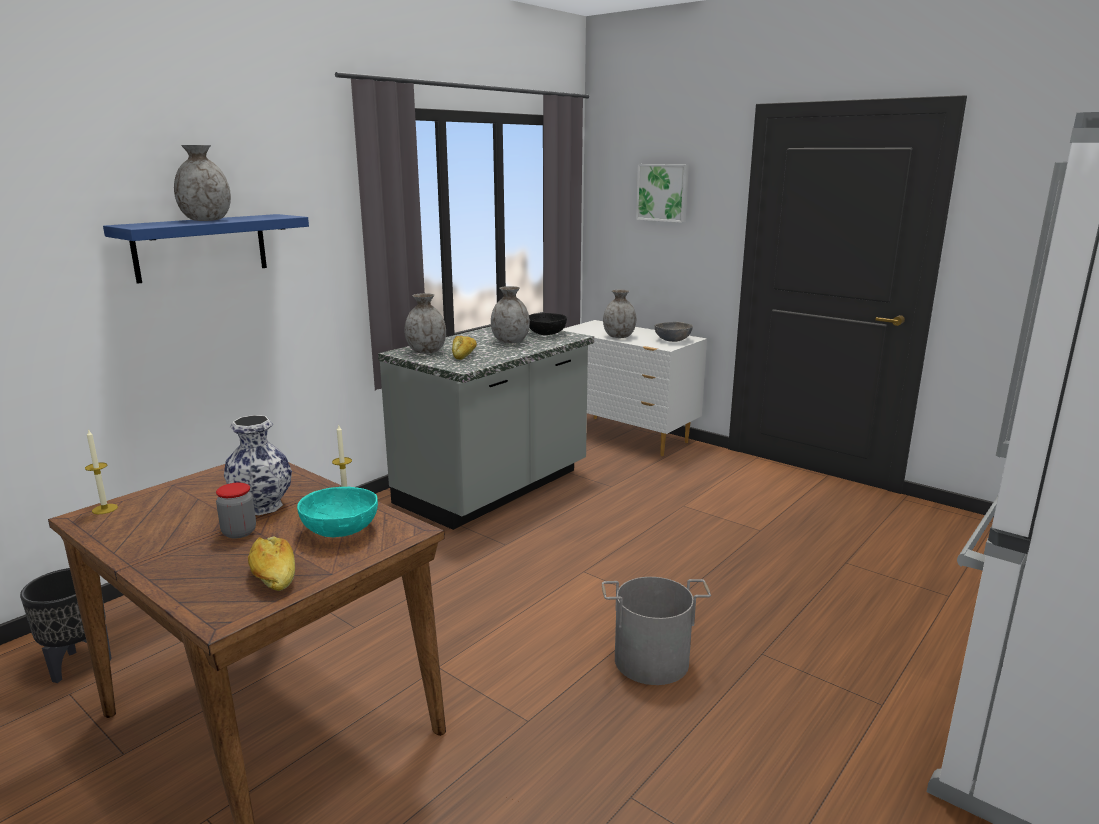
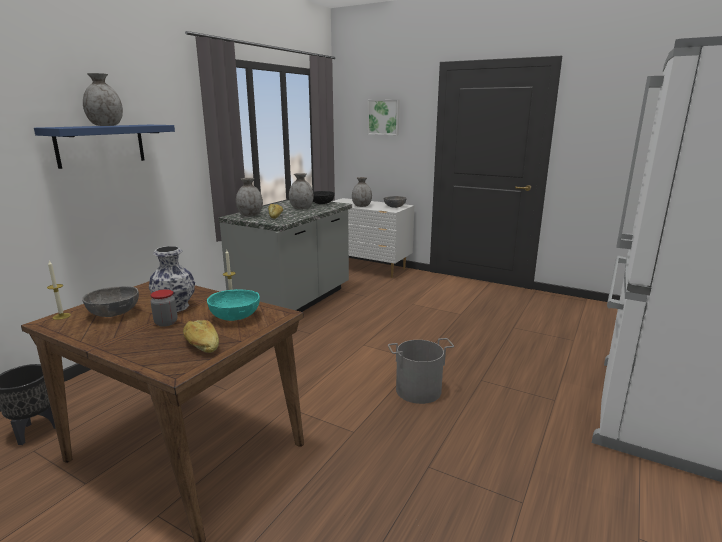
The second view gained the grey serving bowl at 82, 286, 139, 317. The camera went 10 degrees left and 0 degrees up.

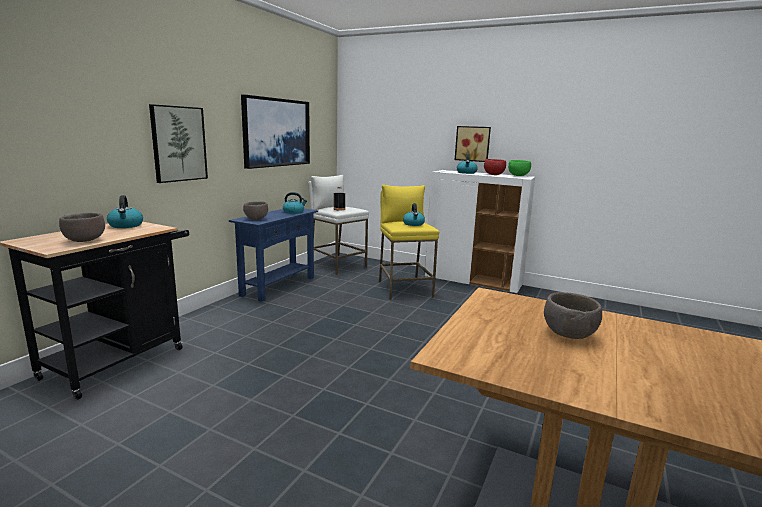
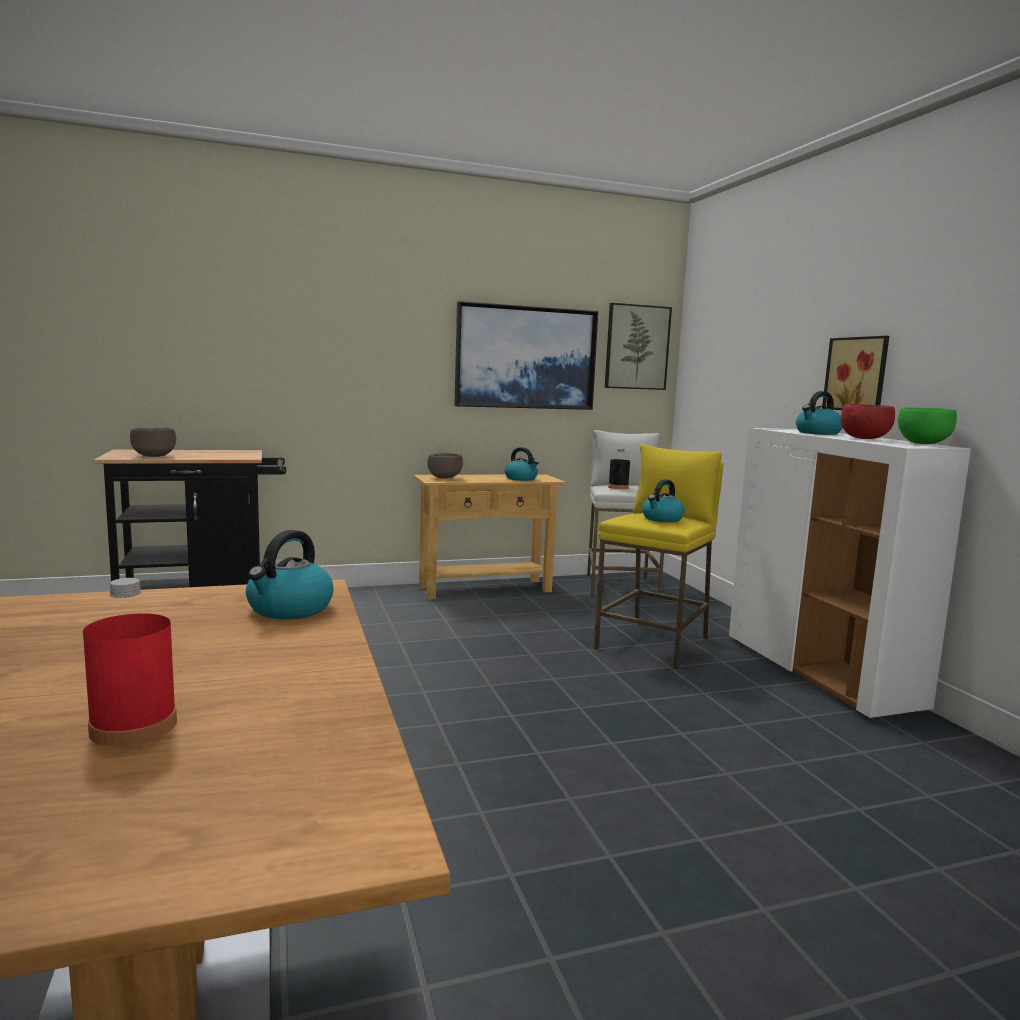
The wall picture ended up elsewhere, having gone from 149, 104, 208, 183 to 605, 303, 672, 390. The water kettle ended up elsewhere, having gone from 107, 195, 143, 228 to 246, 530, 333, 619. What was the blue hall table at 229, 209, 318, 302 turned into the beige-coloured hall table at 413, 474, 566, 600. The second view lost the brownish serving bowl at 544, 292, 602, 339. The second view gained the red-coloured drink bottle at 83, 578, 177, 747. The camera went 45 degrees right and 5 degrees down.

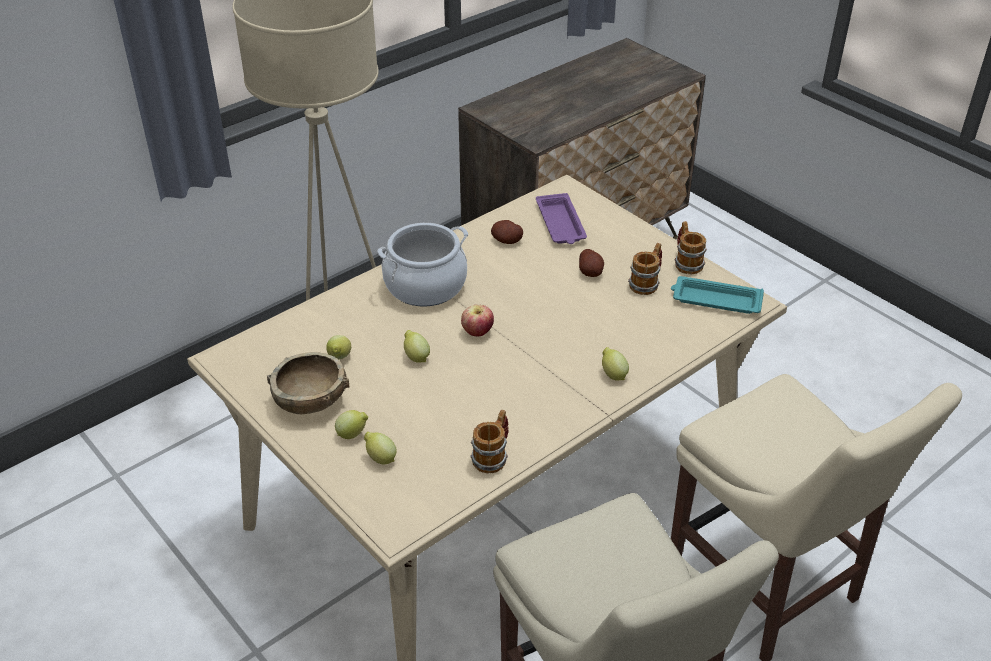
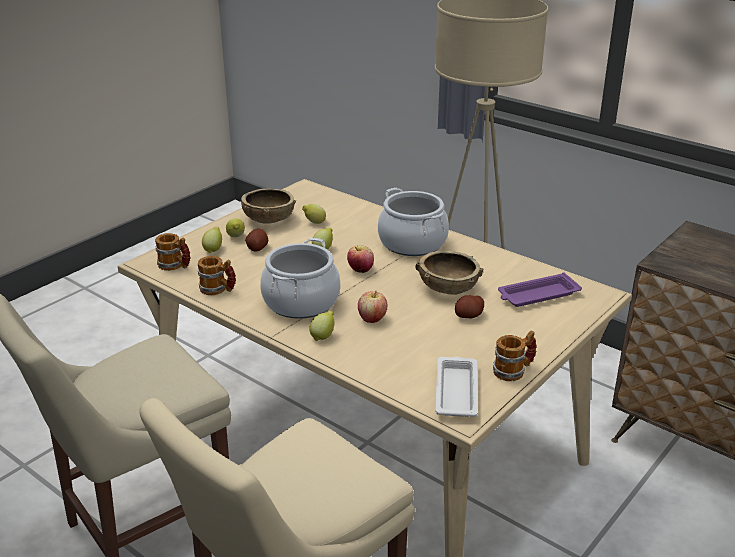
The potato ended up elsewhere, having gone from 491, 220, 523, 244 to 245, 229, 268, 252. The mug ended up elsewhere, having gone from 628, 243, 662, 295 to 155, 233, 191, 271. What was the turquoise-coloured serving tray at 671, 276, 764, 314 turned into the whitish serving tray at 435, 356, 478, 417. The second view gained the saucepot at 260, 238, 340, 319. The second view gained the brownish serving bowl at 415, 251, 483, 295. The second view gained the apple fruit at 358, 290, 387, 323. The camera went 80 degrees right and 10 degrees down.

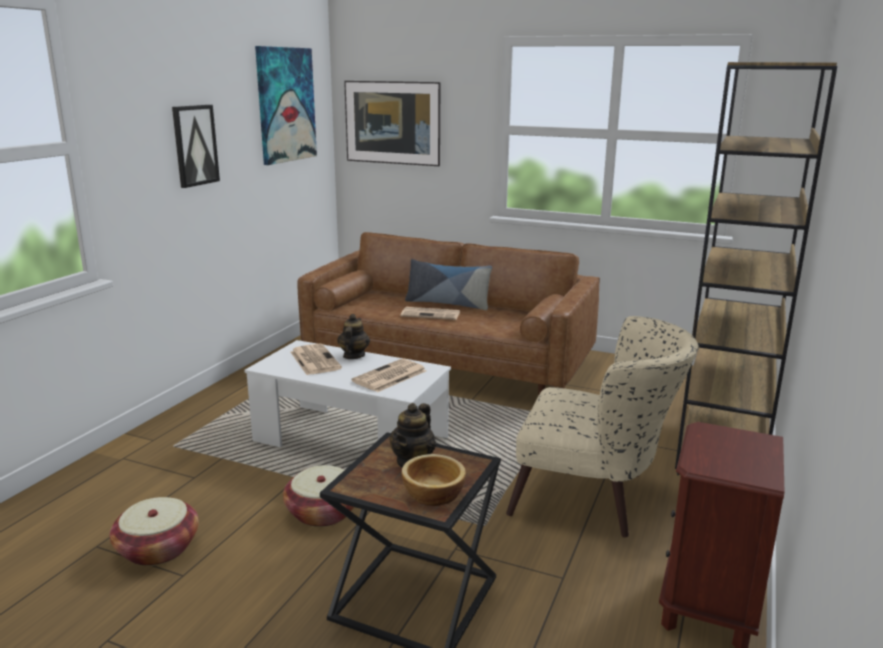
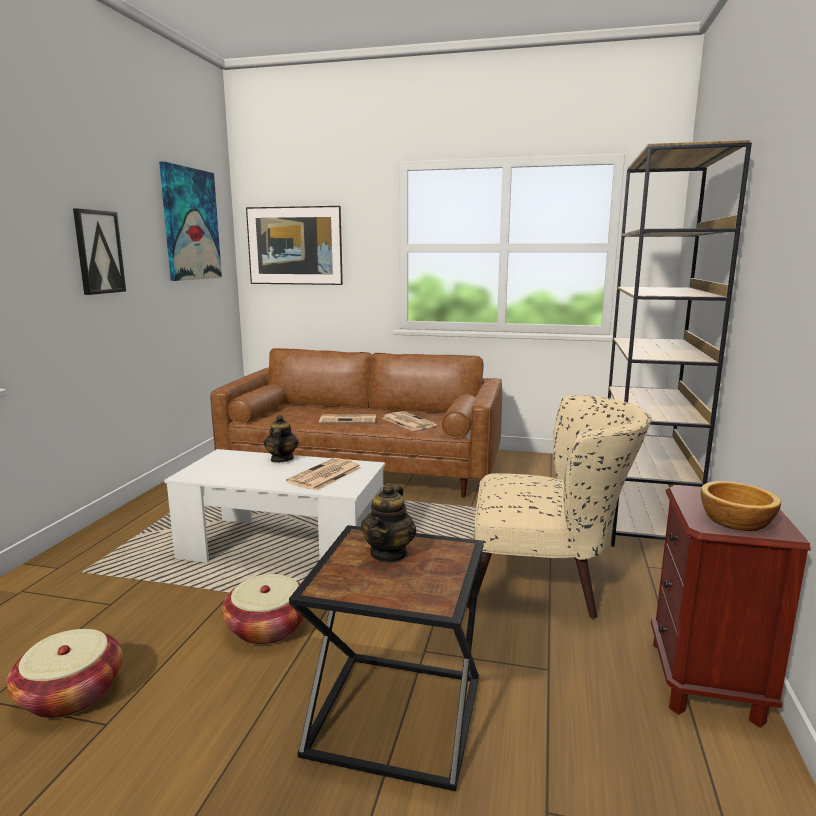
The second view lost the throw pillow at 405, 259, 492, 310. The printed paper ended up elsewhere, having gone from 291, 344, 342, 375 to 382, 411, 437, 431. The serving bowl ended up elsewhere, having gone from 401, 454, 466, 506 to 701, 481, 781, 531. The camera went 10 degrees left and 5 degrees down.

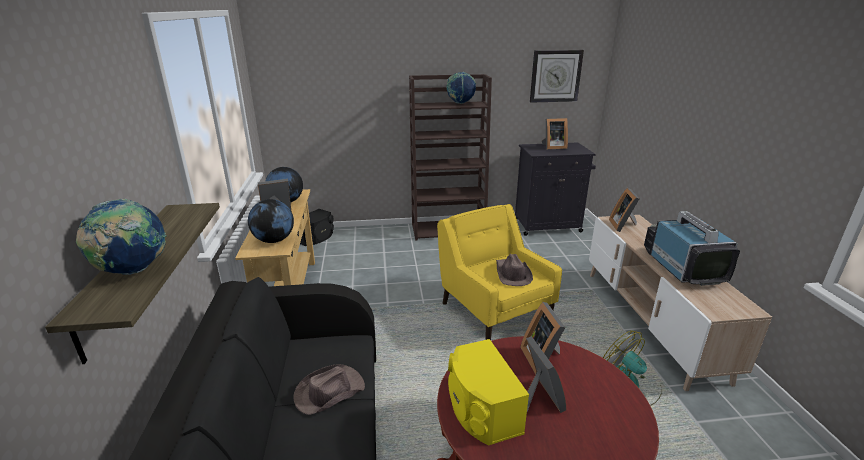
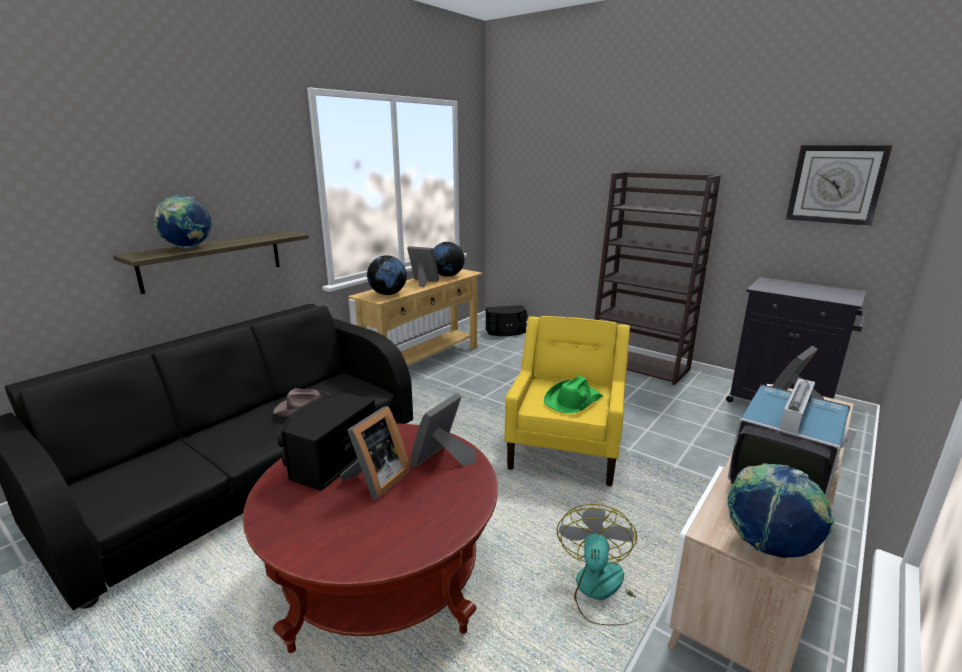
The globe ended up elsewhere, having gone from 446, 72, 476, 104 to 727, 463, 834, 558. The second view lost the standing frame at 542, 118, 568, 150. What was the brownish hat at 496, 254, 533, 286 turned into the green hat at 544, 376, 604, 413. What was the yellow speaker at 448, 339, 529, 446 turned into the blackish speaker at 278, 392, 375, 491. The camera went 45 degrees right and 5 degrees down.

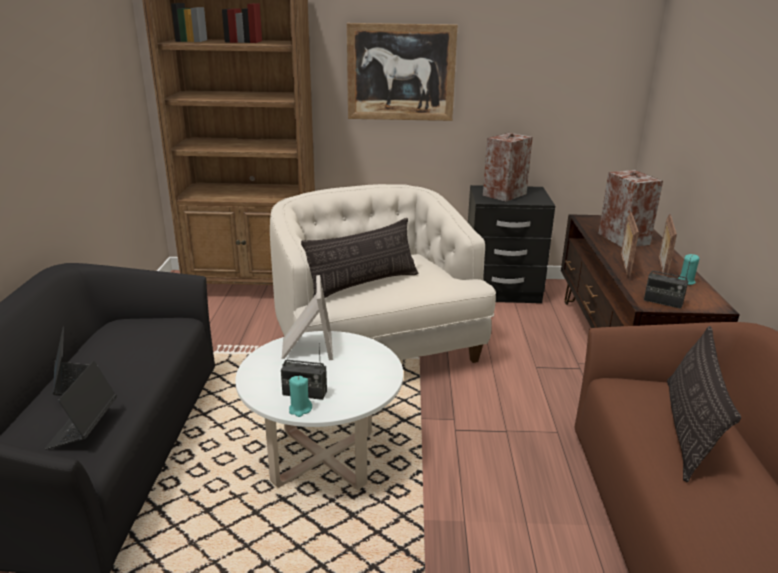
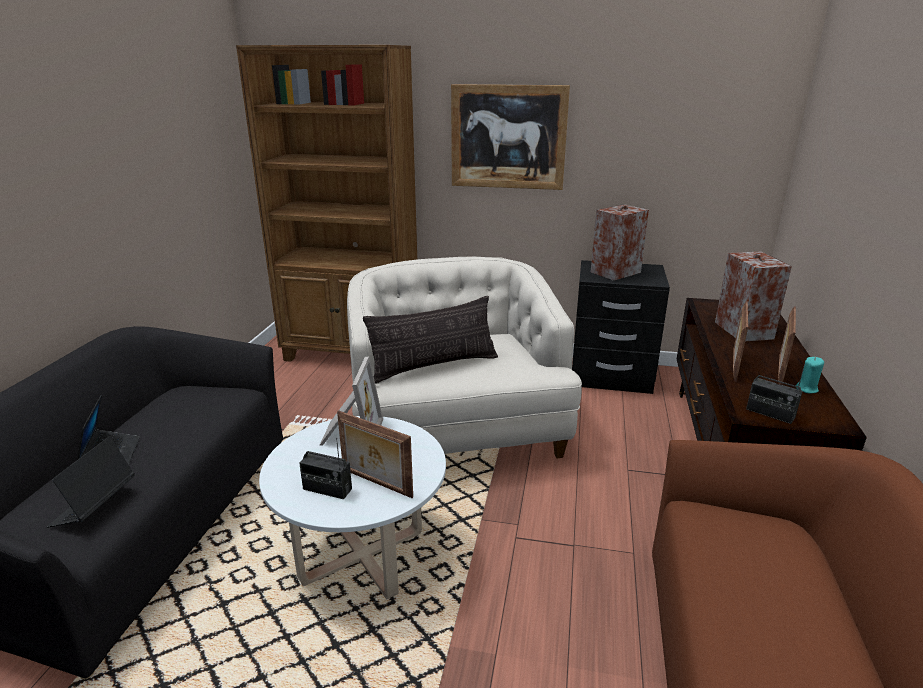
The second view lost the throw pillow at 667, 326, 741, 482. The second view lost the turquoise-coloured wax light at 289, 376, 312, 417. The second view gained the standing frame at 337, 410, 413, 498. The camera went 10 degrees right and 0 degrees up.

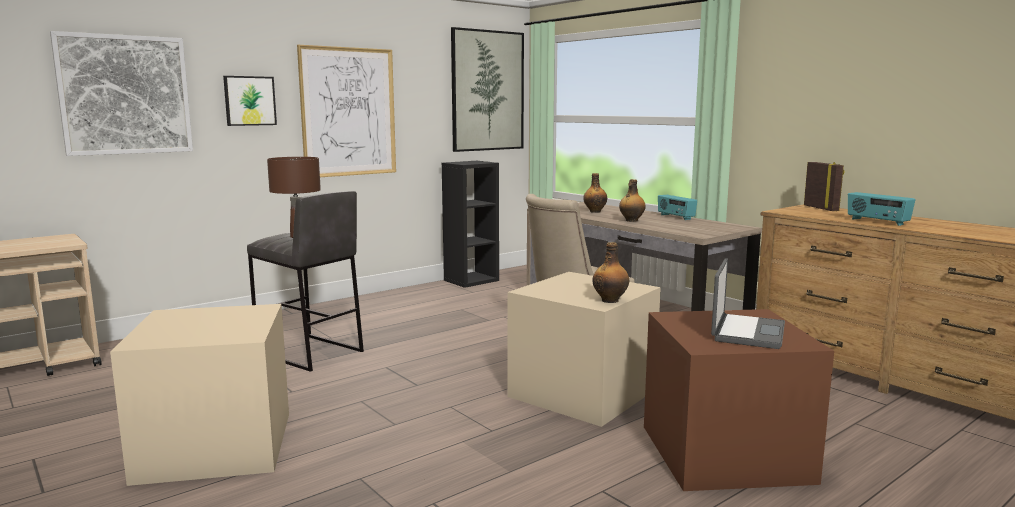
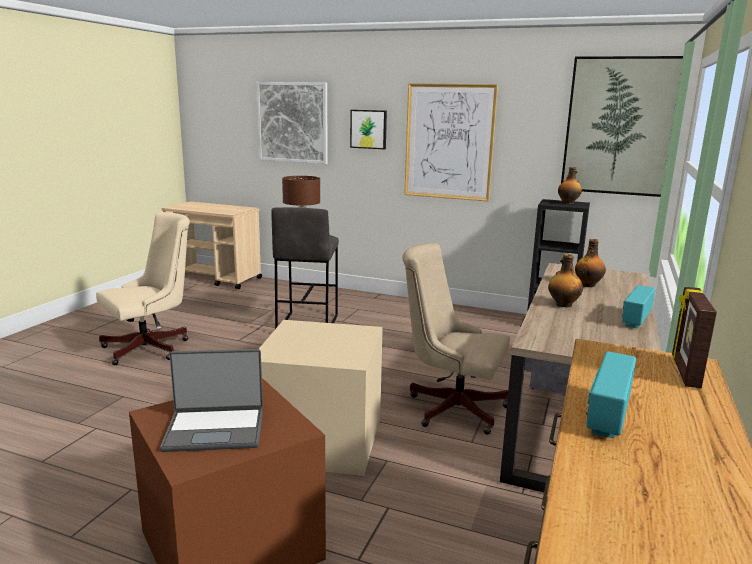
The standing frame at 804, 162, 845, 211 ended up facing another way, 150 degrees clockwise from before. The drink bottle ended up elsewhere, having gone from 592, 242, 629, 303 to 558, 167, 582, 204. Where the beige-coloured storage container stood at 110, 304, 289, 486, the beige-coloured office chair came to stand at 96, 212, 190, 365. The camera went 60 degrees right and 5 degrees up.

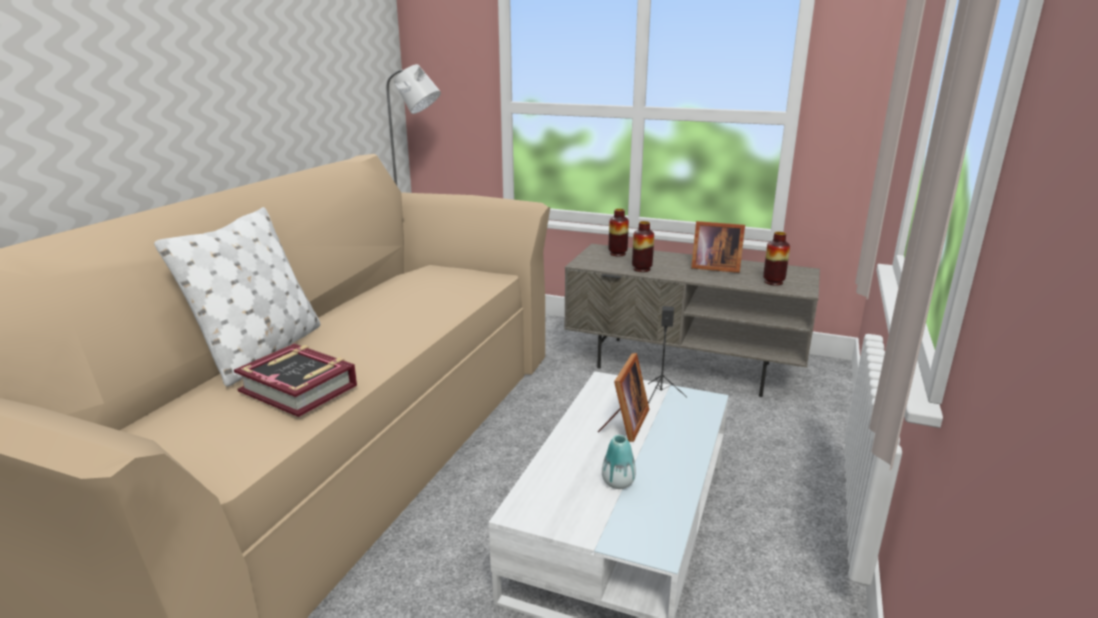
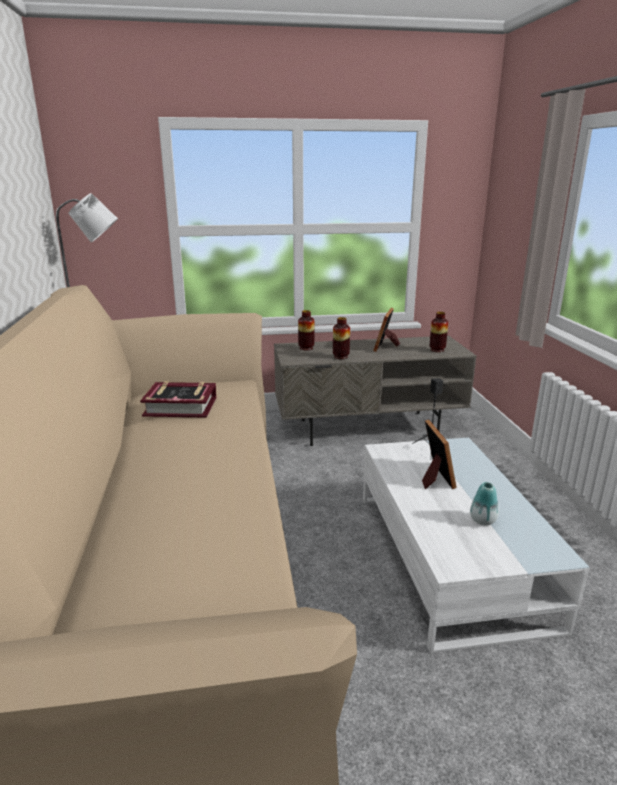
The second view lost the whitish throw pillow at 154, 207, 320, 386. The standing frame at 691, 221, 745, 273 ended up facing another way, 120 degrees clockwise from before. The volume ended up elsewhere, having gone from 234, 344, 357, 417 to 140, 381, 217, 418. The camera went 30 degrees left and 0 degrees up.

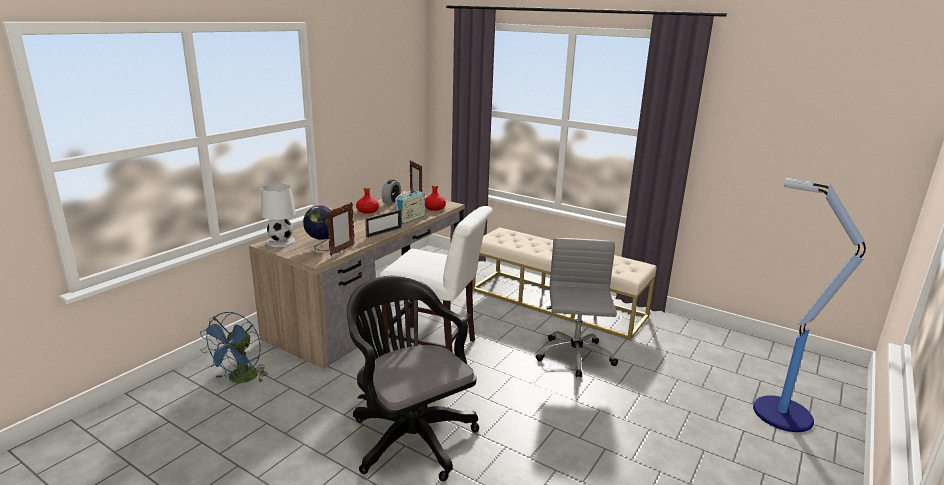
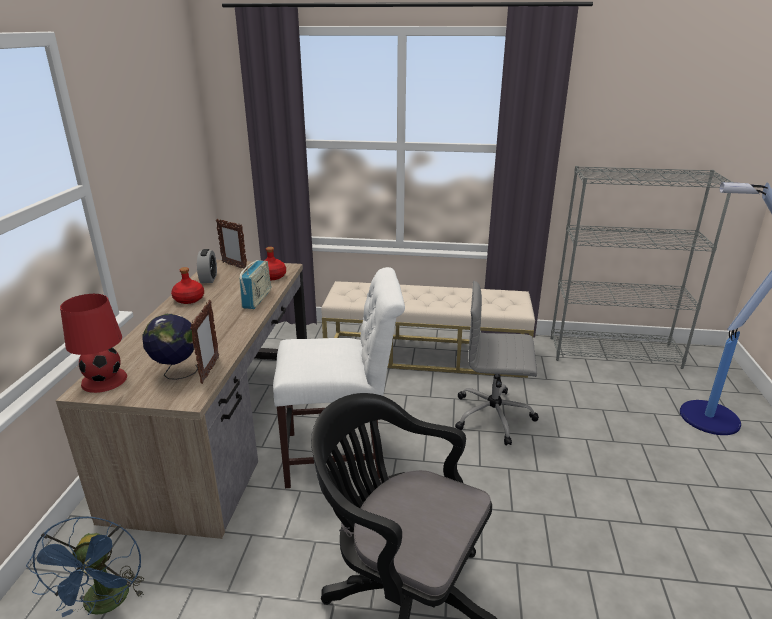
What was the whitish lamp for a table at 261, 184, 296, 247 turned into the red-coloured lamp for a table at 60, 294, 127, 393. The second view lost the standing frame at 365, 209, 402, 238. The grey office chair at 535, 238, 618, 377 ended up facing another way, 60 degrees counterclockwise from before. The second view gained the grey bookshelf at 550, 166, 734, 369. The camera went 25 degrees left and 5 degrees up.

